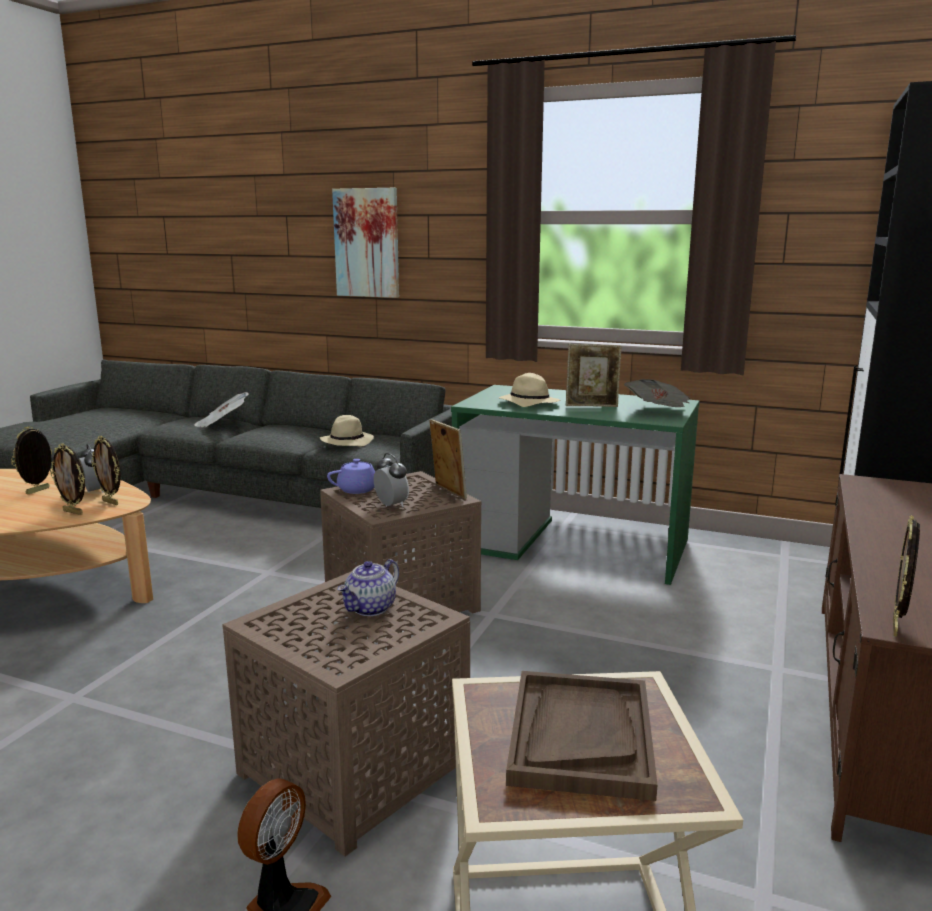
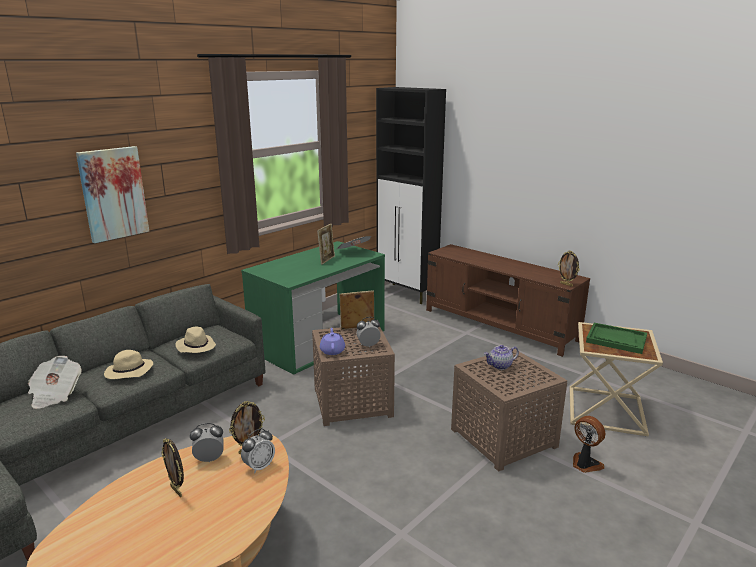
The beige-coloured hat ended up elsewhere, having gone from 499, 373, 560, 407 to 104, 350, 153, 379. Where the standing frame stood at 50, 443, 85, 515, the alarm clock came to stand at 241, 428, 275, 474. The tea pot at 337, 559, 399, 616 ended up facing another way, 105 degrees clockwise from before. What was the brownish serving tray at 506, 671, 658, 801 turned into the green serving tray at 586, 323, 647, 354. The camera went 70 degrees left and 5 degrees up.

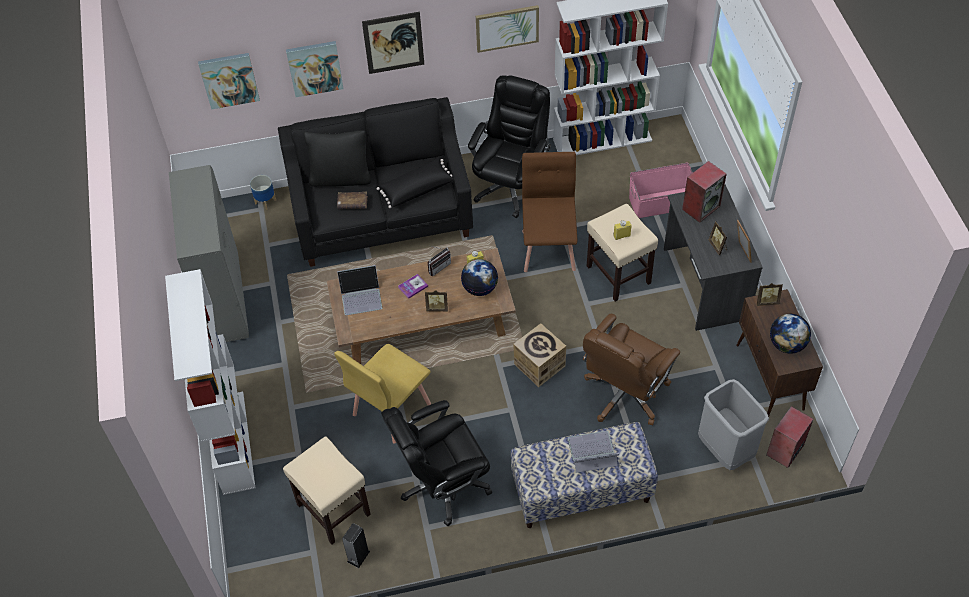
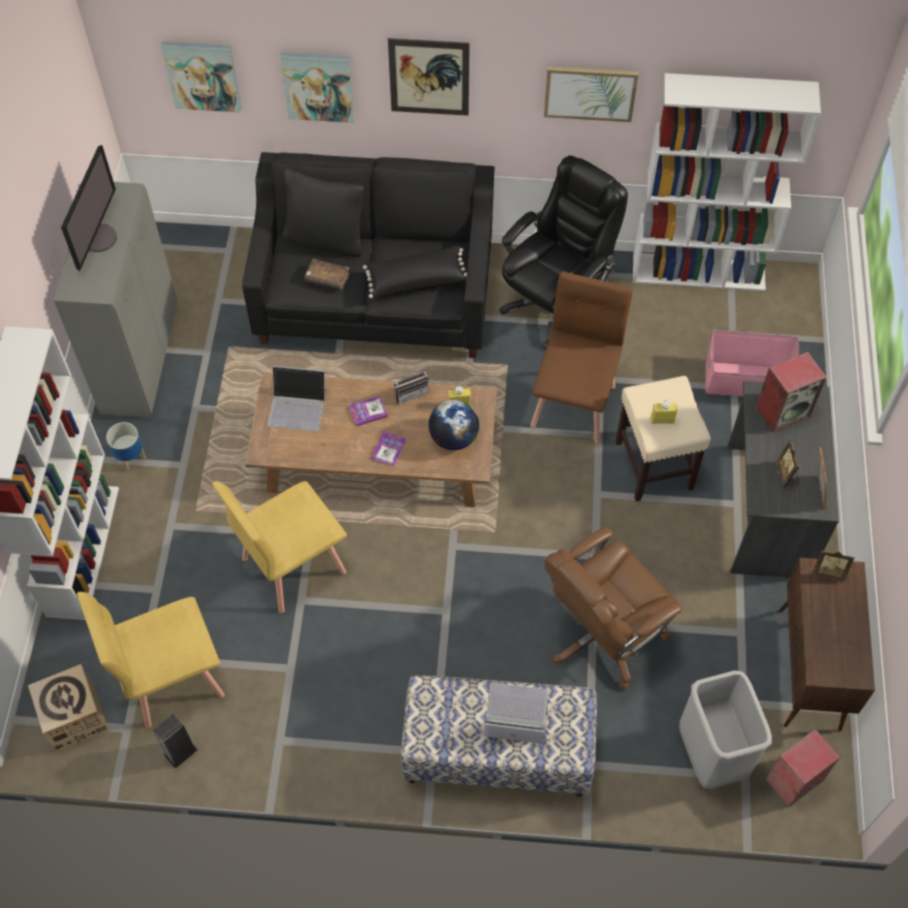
The plant pot ended up elsewhere, having gone from 250, 175, 276, 210 to 106, 422, 146, 471. Where the standing frame stood at 425, 290, 448, 312, the volume came to stand at 371, 431, 406, 467. The second view lost the globe at 770, 314, 811, 354. The cardboard box ended up elsewhere, having gone from 513, 323, 566, 387 to 28, 664, 109, 752. The second view lost the blackish office chair at 381, 400, 492, 526. Where the beige-coloured stool seat stood at 283, 436, 371, 544, the yellow chair came to stand at 77, 592, 225, 728. The second view gained the monitor at 61, 145, 117, 271. The camera went 15 degrees right and 5 degrees up.

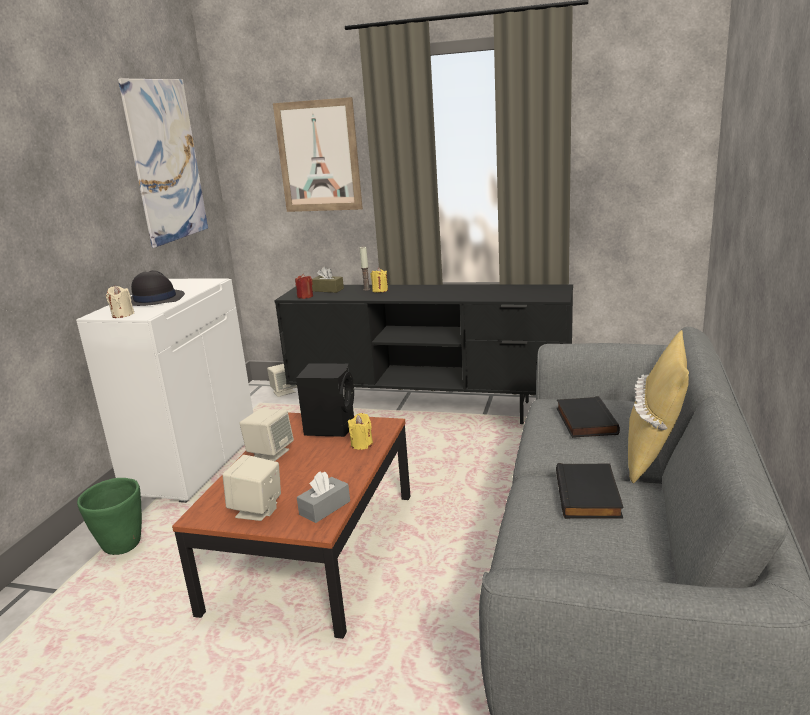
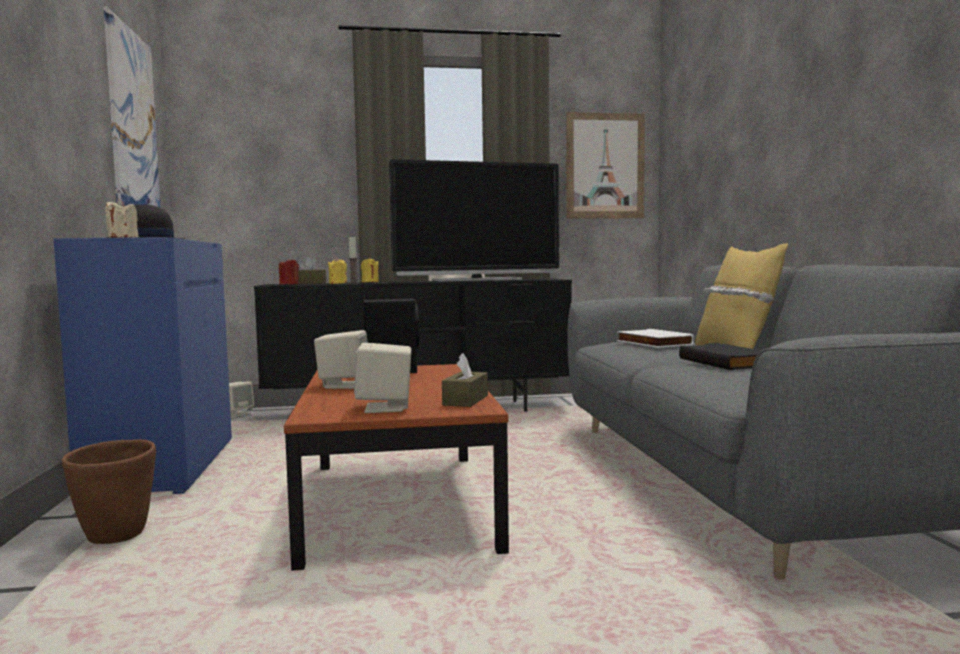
The wall picture ended up elsewhere, having gone from 273, 97, 363, 212 to 566, 112, 645, 219. What was the whitish cupboard at 76, 278, 253, 503 turned into the blue cupboard at 53, 237, 232, 494. What was the blackish volume at 557, 396, 620, 438 turned into the whitish volume at 617, 329, 694, 348. The yellow wax light ended up elsewhere, having gone from 348, 413, 373, 450 to 328, 257, 347, 284. What was the grey tissue holder at 297, 472, 350, 523 turned into the brownish tissue holder at 442, 353, 488, 407. What was the green plant pot at 77, 478, 142, 555 turned into the brownish plant pot at 62, 439, 156, 544. The second view gained the TV at 389, 159, 559, 282. The camera went 25 degrees left and 15 degrees down.

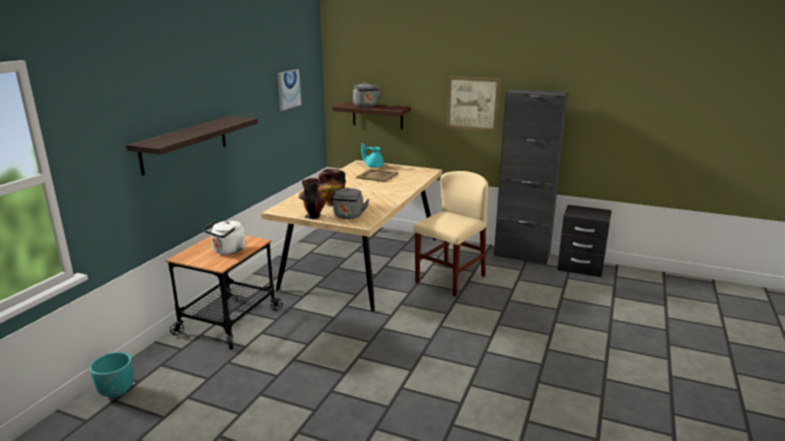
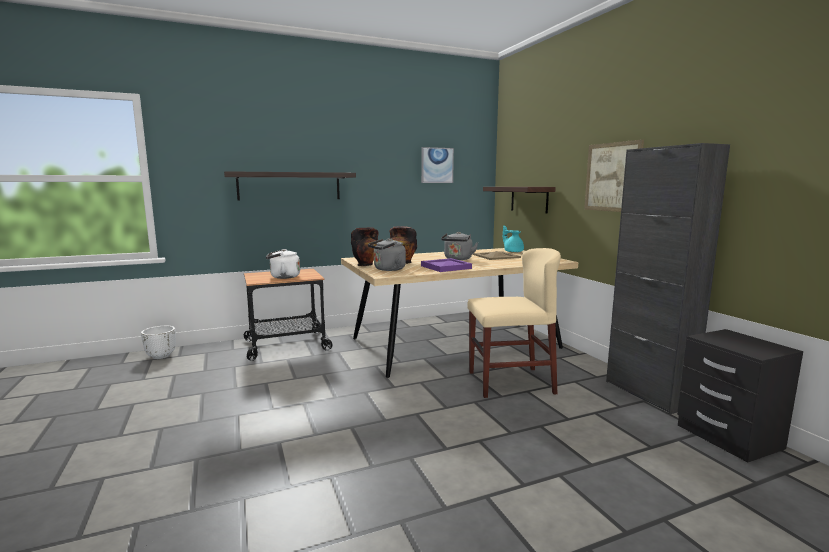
The grey water kettle ended up elsewhere, having gone from 353, 82, 381, 107 to 441, 232, 478, 260. What was the turquoise-coloured plant pot at 90, 352, 134, 398 turned into the whitish plant pot at 141, 326, 176, 359. The second view gained the purplish serving tray at 421, 258, 472, 272. The camera went 45 degrees right and 10 degrees down.

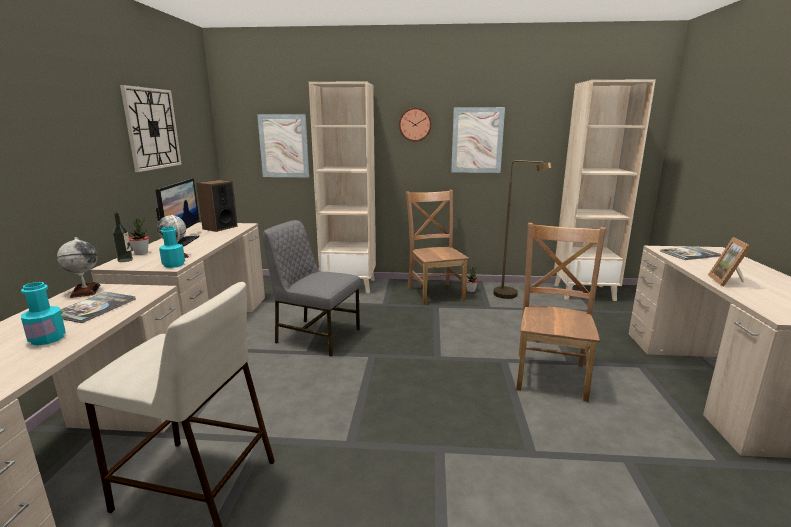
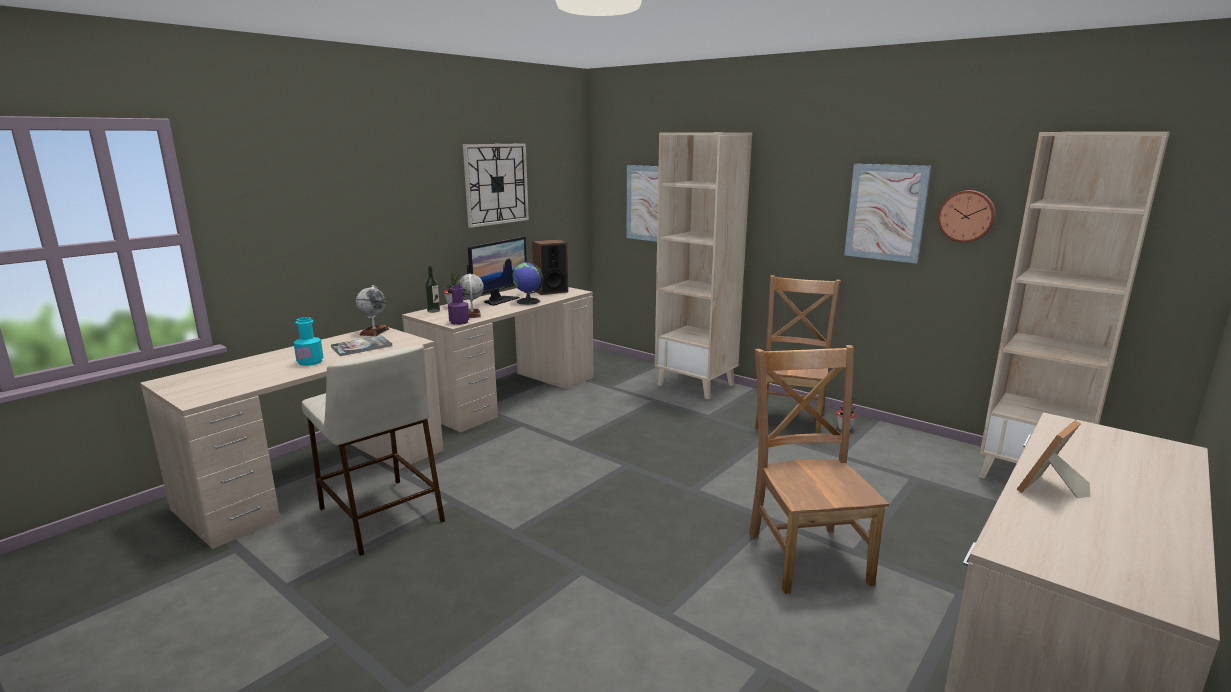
The wall clock ended up elsewhere, having gone from 399, 108, 431, 142 to 938, 190, 996, 243. The second view lost the brownish standing lamp at 493, 160, 552, 299. The second view lost the grey chair at 263, 220, 361, 357. The brownish chair at 516, 223, 606, 402 ended up facing another way, 60 degrees counterclockwise from before. What was the turquoise-coloured drink bottle at 159, 226, 185, 268 turned into the purplish drink bottle at 448, 285, 469, 325. The second view lost the volume at 660, 246, 721, 260. The second view gained the globe at 512, 262, 543, 305. The camera went 35 degrees right and 0 degrees up.

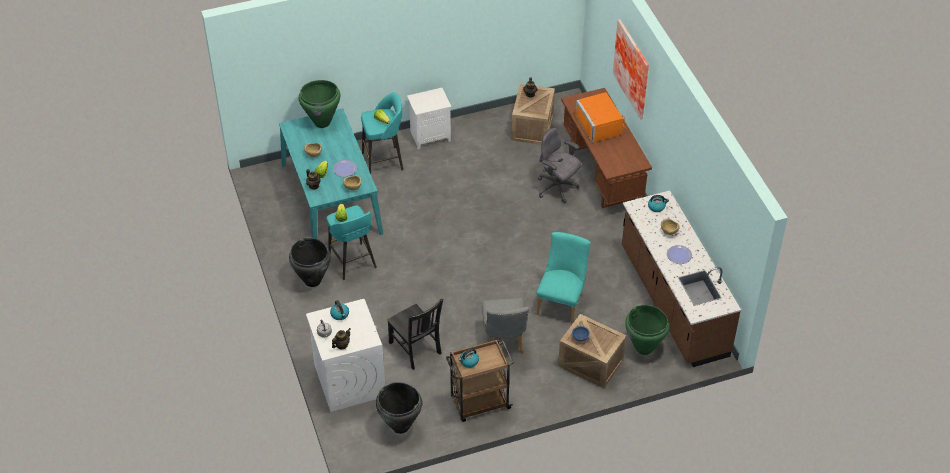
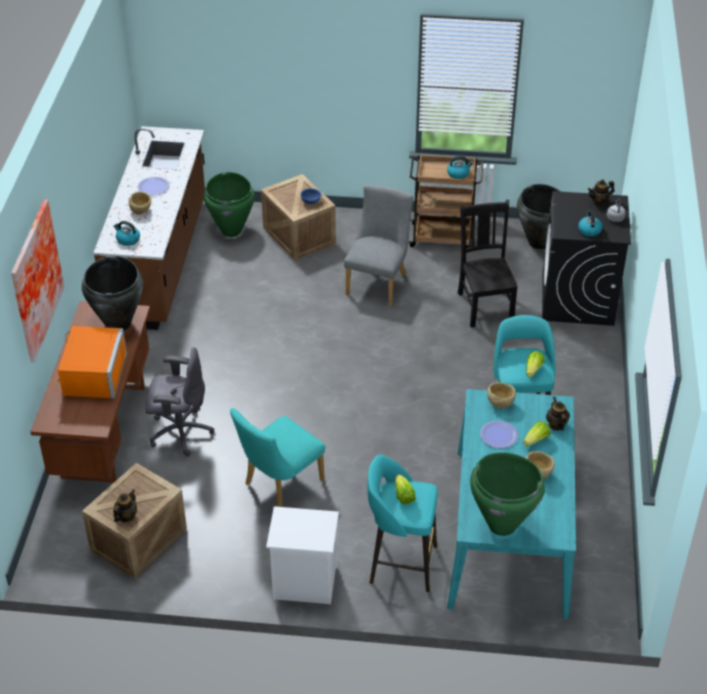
The grey office chair at 538, 128, 581, 203 ended up facing another way, 60 degrees counterclockwise from before. The turquoise-coloured chair ended up elsewhere, having gone from 536, 232, 591, 324 to 230, 408, 325, 507. The blackish decorative vase ended up elsewhere, having gone from 289, 237, 331, 287 to 82, 256, 143, 331. What was the whitish laundry machine at 306, 299, 385, 412 turned into the blackish laundry machine at 542, 191, 631, 326. The camera went 155 degrees left and 5 degrees down.

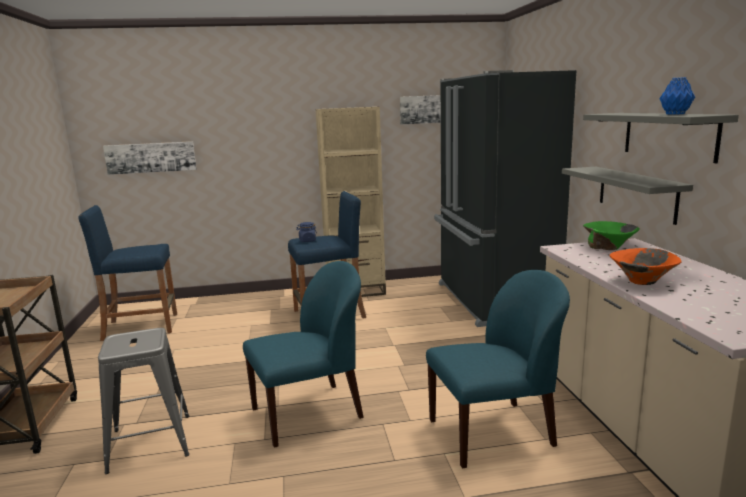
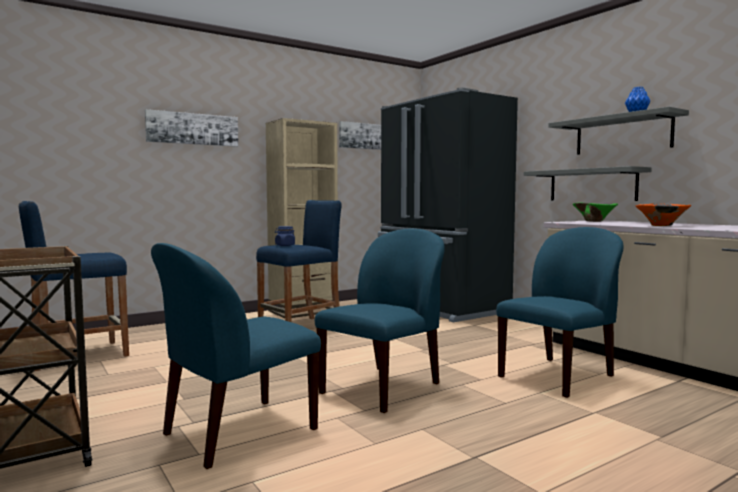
The wall picture ended up elsewhere, having gone from 103, 141, 197, 175 to 145, 109, 238, 147. Where the grey stool seat stood at 98, 328, 189, 474, the blue chair came to stand at 151, 243, 321, 469. The camera went 25 degrees left and 10 degrees down.

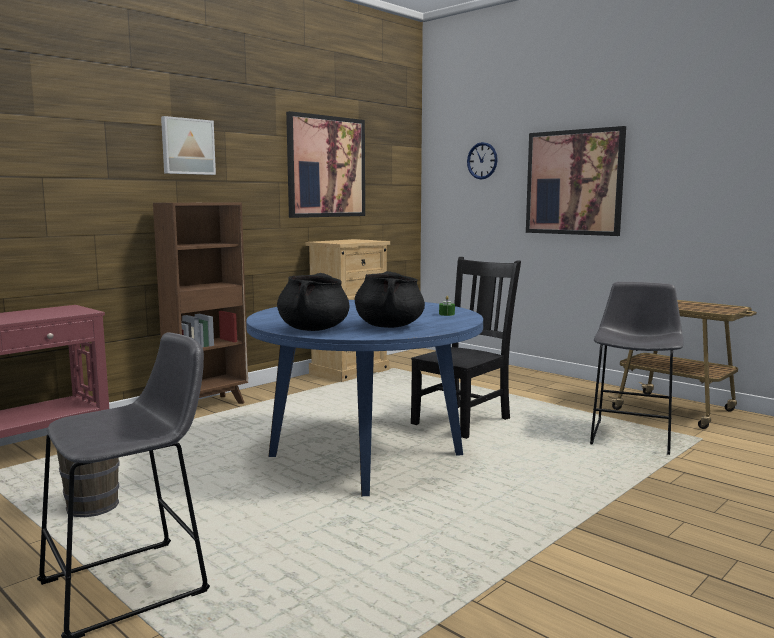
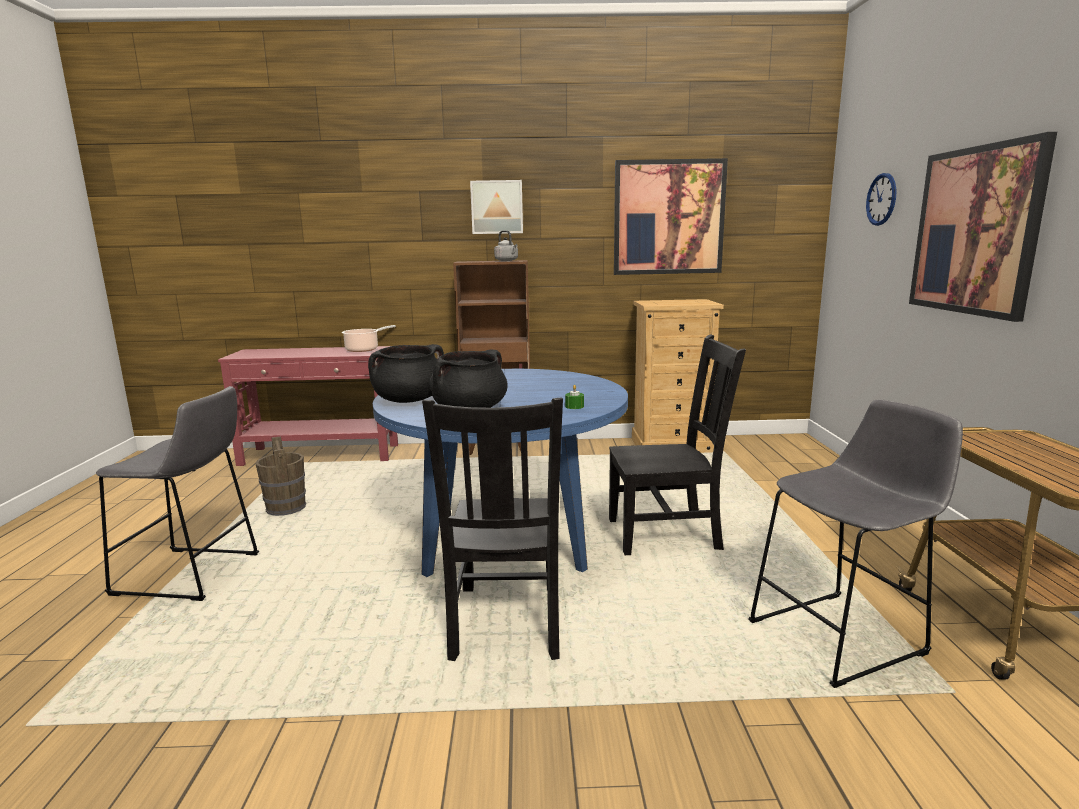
The second view gained the grey water kettle at 494, 230, 518, 261. The second view gained the saucepot at 342, 325, 396, 352. The second view gained the blackish chair at 422, 398, 563, 661. The camera went 45 degrees right and 5 degrees up.

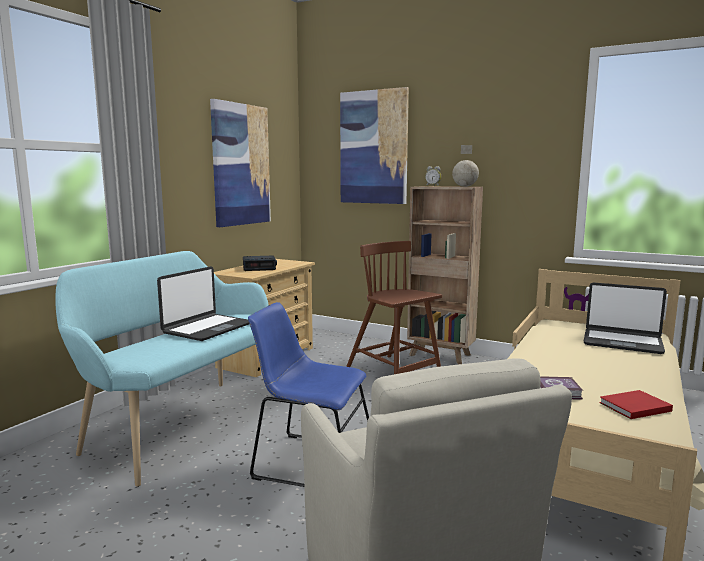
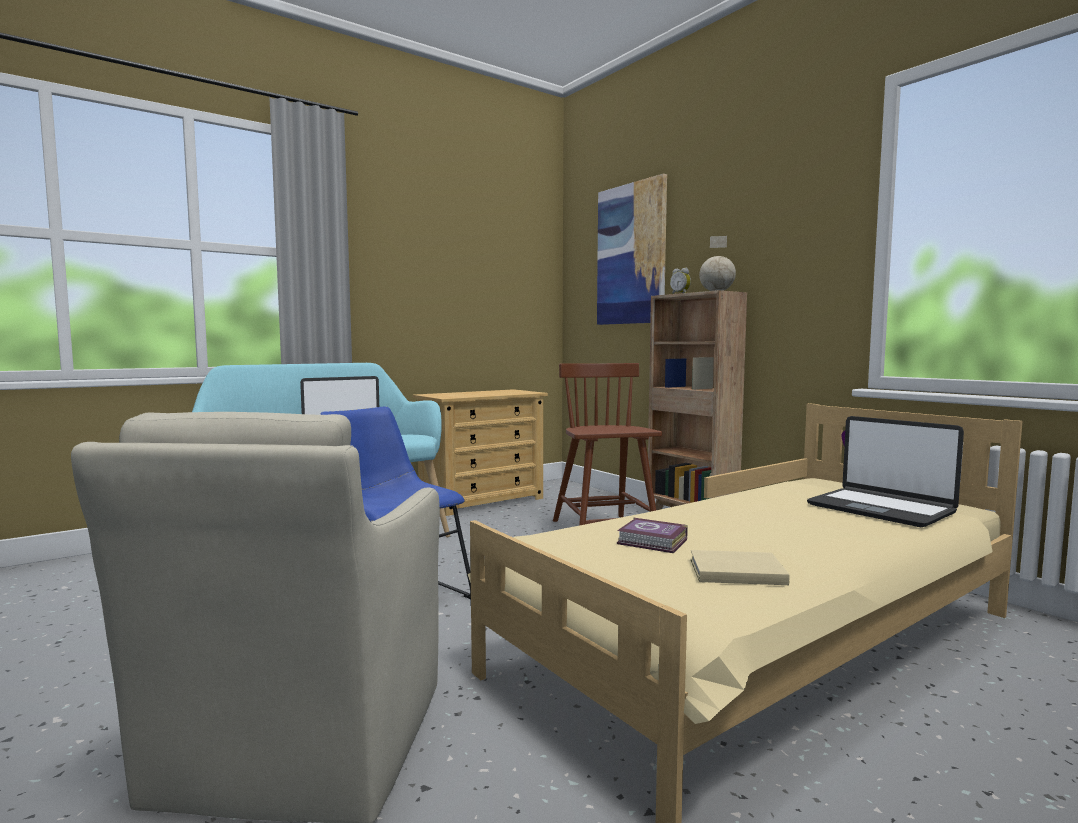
The second view lost the wall picture at 210, 99, 271, 227. The second view lost the alarm clock at 243, 255, 277, 271. What was the red-coloured volume at 599, 390, 673, 419 turned into the beige-coloured volume at 691, 550, 789, 585. The camera went 25 degrees right and 5 degrees down.

